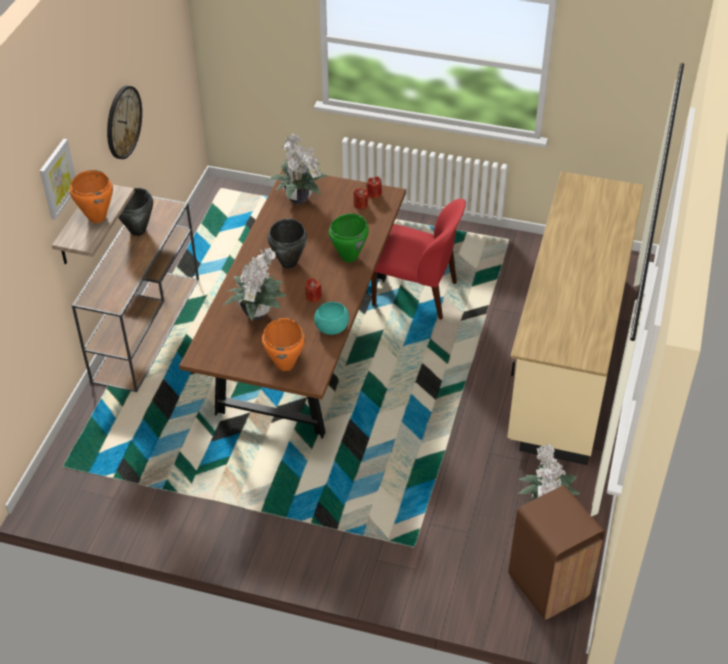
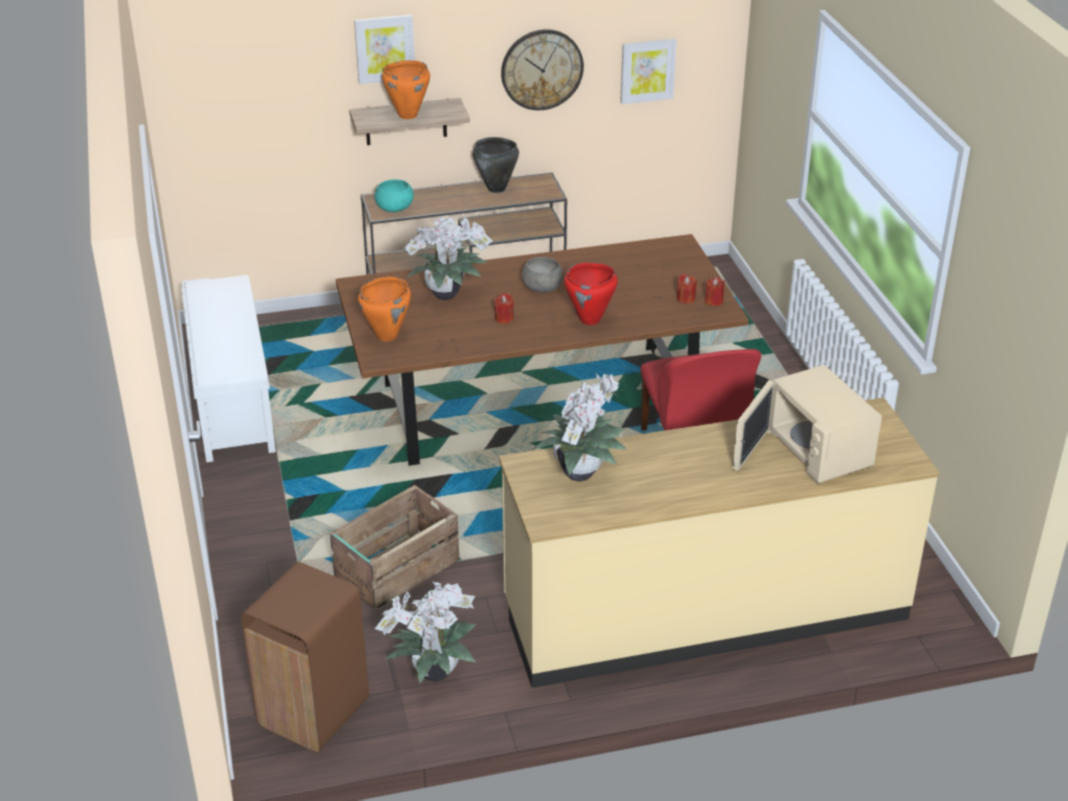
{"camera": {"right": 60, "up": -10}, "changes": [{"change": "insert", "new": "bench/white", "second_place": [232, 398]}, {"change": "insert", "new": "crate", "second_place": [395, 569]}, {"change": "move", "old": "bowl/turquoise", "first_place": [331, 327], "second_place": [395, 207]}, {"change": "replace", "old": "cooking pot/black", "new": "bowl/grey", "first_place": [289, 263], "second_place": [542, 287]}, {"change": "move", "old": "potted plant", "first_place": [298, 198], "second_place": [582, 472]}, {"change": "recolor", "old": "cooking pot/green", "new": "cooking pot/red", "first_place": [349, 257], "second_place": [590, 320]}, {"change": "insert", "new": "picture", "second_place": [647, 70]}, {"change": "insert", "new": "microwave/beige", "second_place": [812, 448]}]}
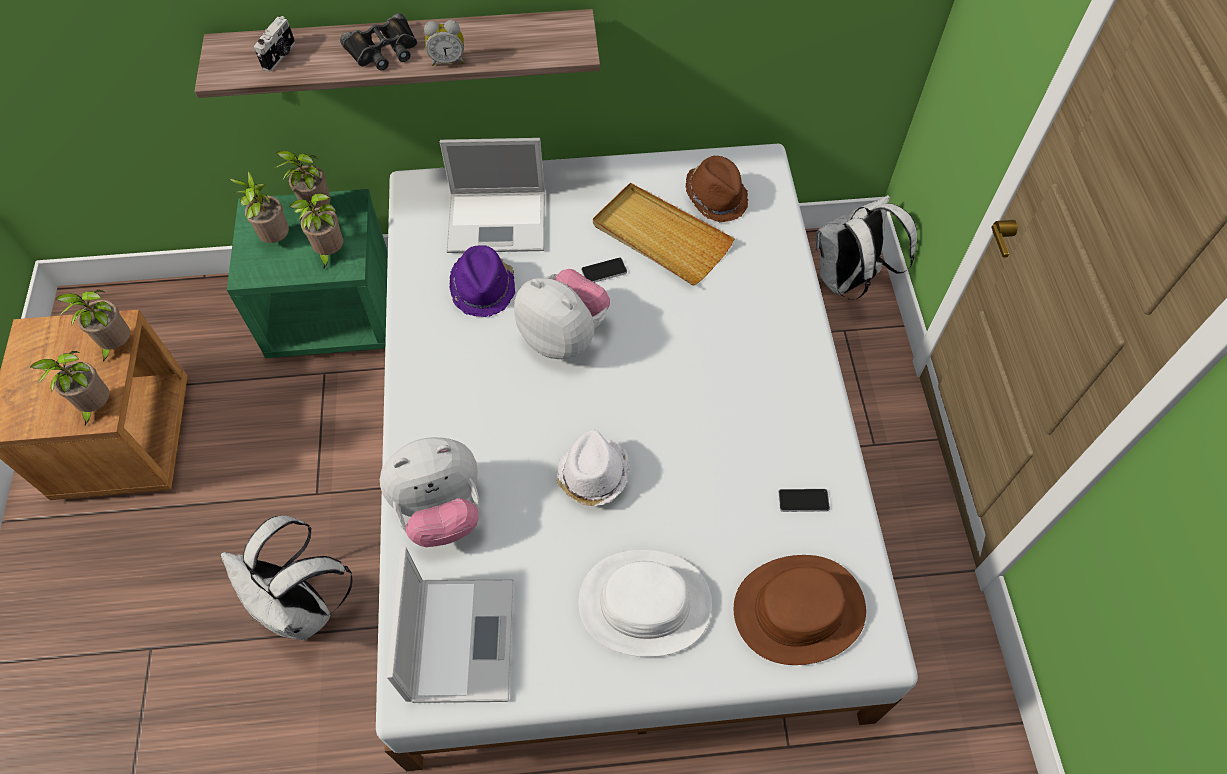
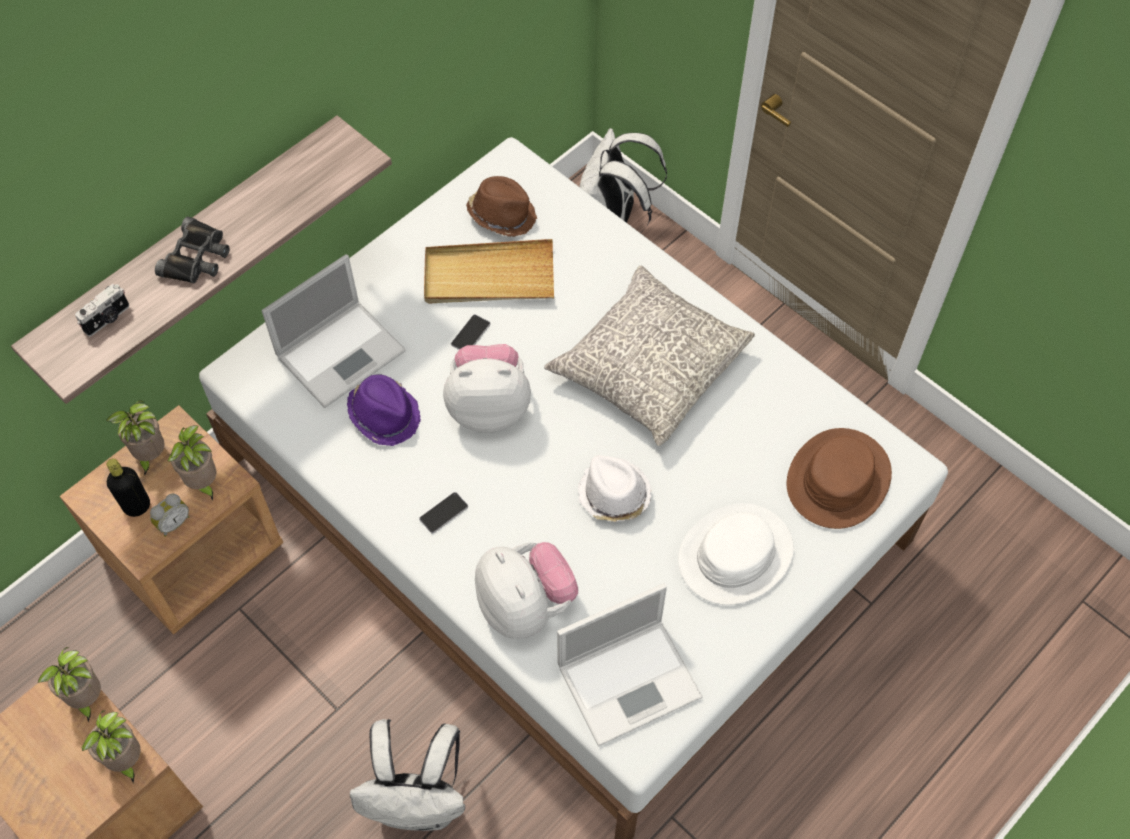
{"camera": {"right": -40, "up": 0}, "changes": [{"change": "recolor", "old": "nightstand/green", "new": "nightstand/brown", "first_place": [333, 313], "second_place": [193, 552]}, {"change": "rotate", "old": "photo camera", "first_place": [280, 55], "second_place": [108, 319], "degrees": 60}, {"change": "replace", "old": "potted plant", "new": "bottle/black", "first_place": [275, 239], "second_place": [137, 506]}, {"change": "move", "old": "alarm clock", "first_place": [448, 60], "second_place": [173, 523]}, {"change": "move", "old": "phone", "first_place": [803, 501], "second_place": [444, 513]}, {"change": "rotate", "old": "plush toy", "first_place": [440, 510], "second_place": [525, 606], "degrees": -60}, {"change": "insert", "new": "pillow/grey", "second_place": [649, 366]}, {"change": "rotate", "old": "laptop", "first_place": [461, 637], "second_place": [631, 679], "degrees": 105}]}
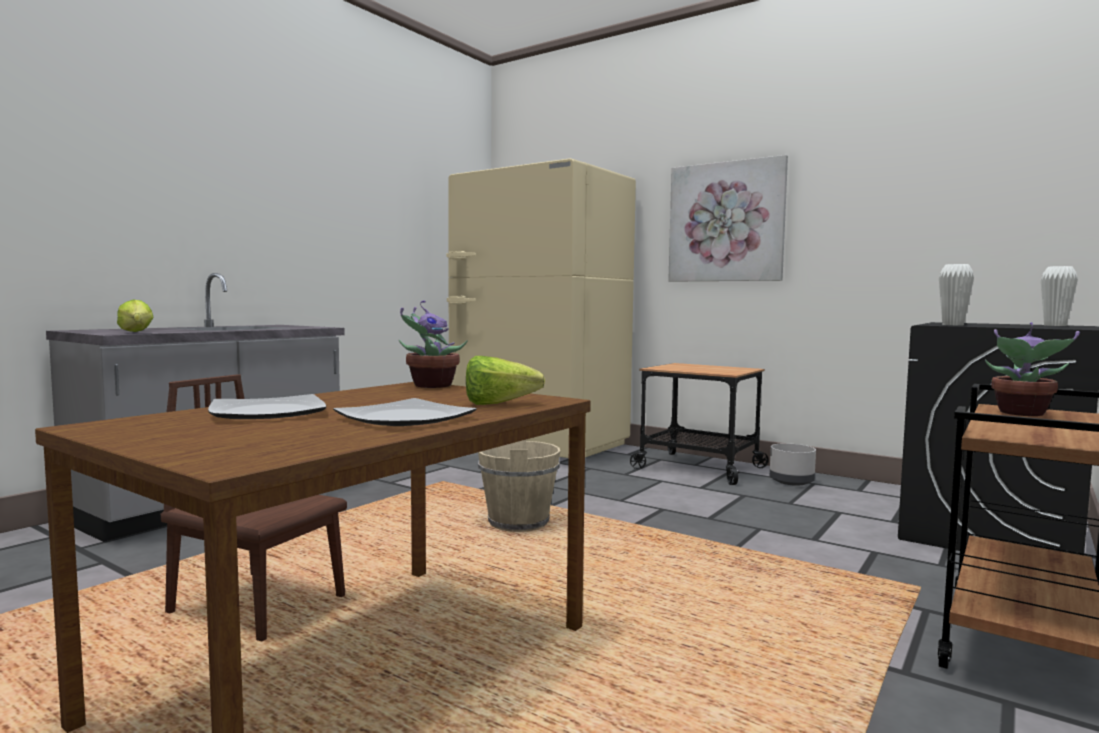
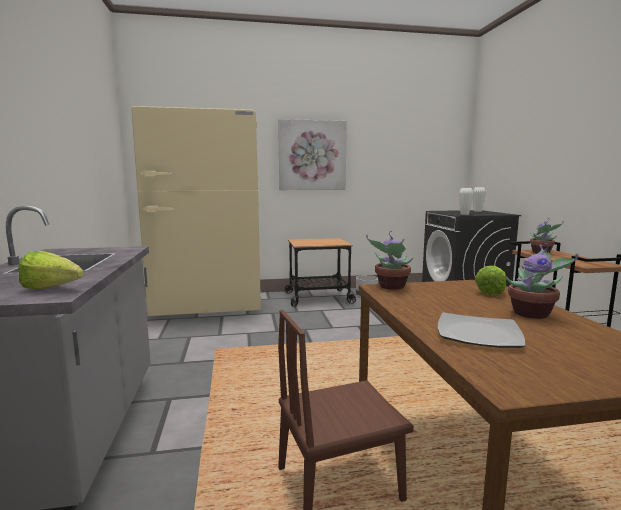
{"camera": {"right": -45, "up": 5}, "changes": [{"change": "replace", "old": "plate", "new": "potted plant", "first_place": [405, 418], "second_place": [533, 314]}, {"change": "delete", "old": "bucket/beige", "first_place": [519, 523]}]}
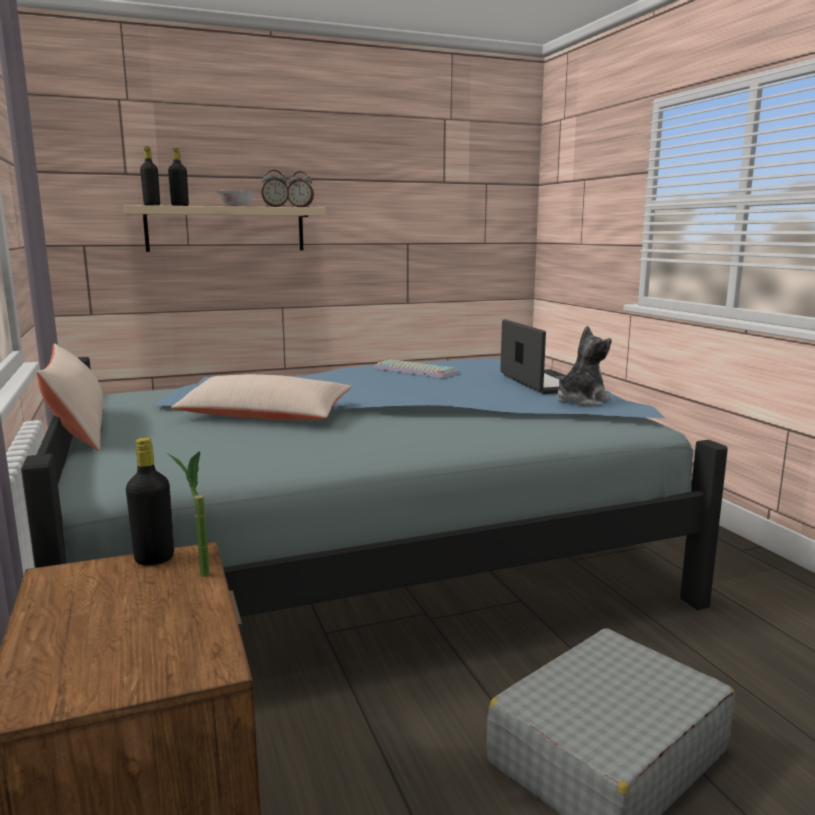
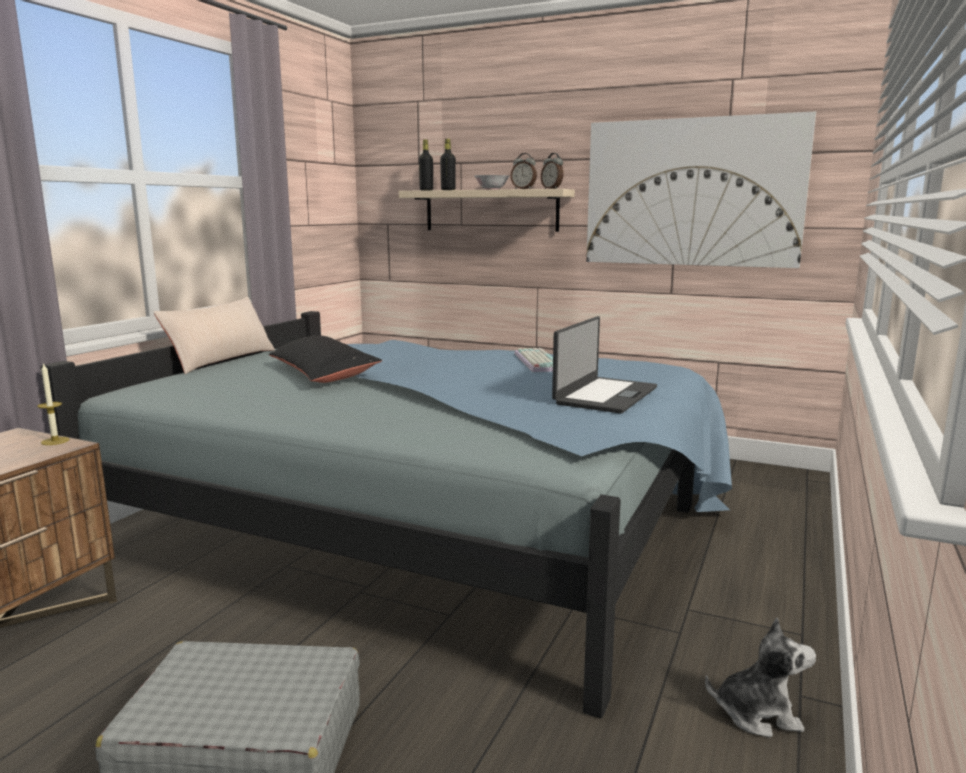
{"camera": {"right": 45, "up": 0}, "changes": [{"change": "replace", "old": "bottle/black", "new": "candle", "first_place": [154, 559], "second_place": [55, 441]}, {"change": "recolor", "old": "pillow/beige", "new": "pillow/black", "first_place": [264, 416], "second_place": [323, 374]}, {"change": "insert", "new": "picture", "second_place": [692, 193]}, {"change": "move", "old": "plush toy", "first_place": [581, 401], "second_place": [757, 714]}, {"change": "delete", "old": "potted plant", "first_place": [197, 572]}]}
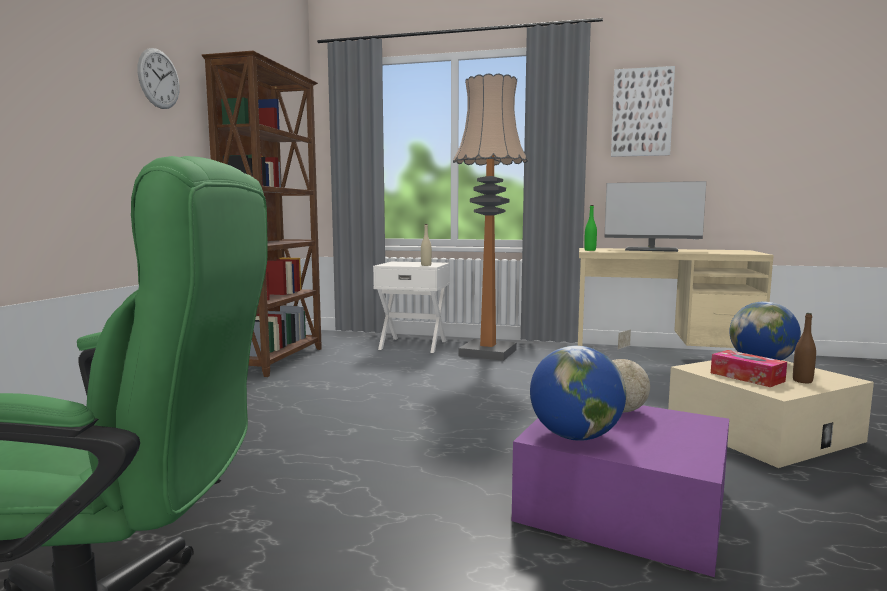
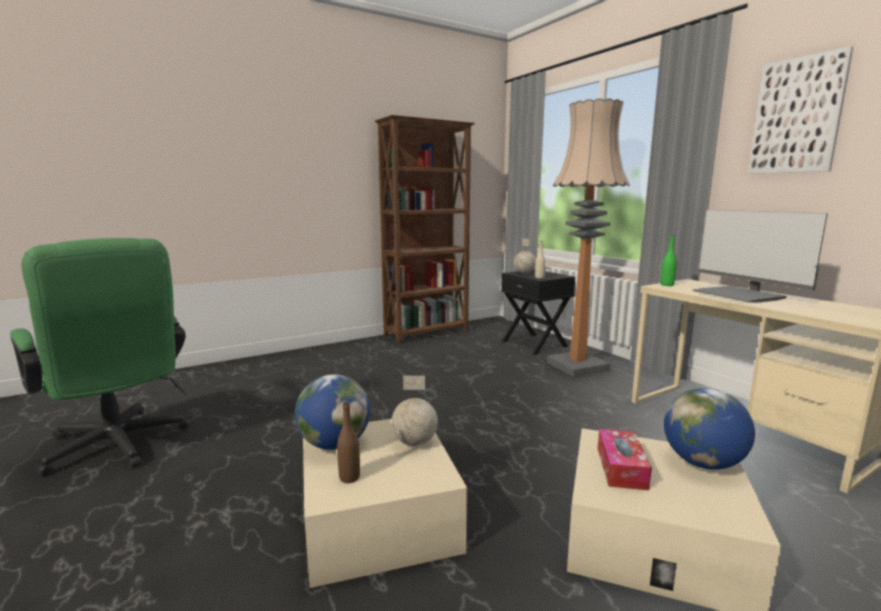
{"camera": {"right": 45, "up": 5}, "changes": [{"change": "recolor", "old": "storage box/purple", "new": "storage box/beige", "first_place": [623, 505], "second_place": [378, 515]}, {"change": "move", "old": "bottle/brown", "first_place": [802, 381], "second_place": [349, 478]}, {"change": "recolor", "old": "nightstand/white", "new": "nightstand/black", "first_place": [413, 345], "second_place": [535, 344]}, {"change": "insert", "new": "globe", "second_place": [524, 273]}, {"change": "delete", "old": "wall clock", "first_place": [159, 79]}]}
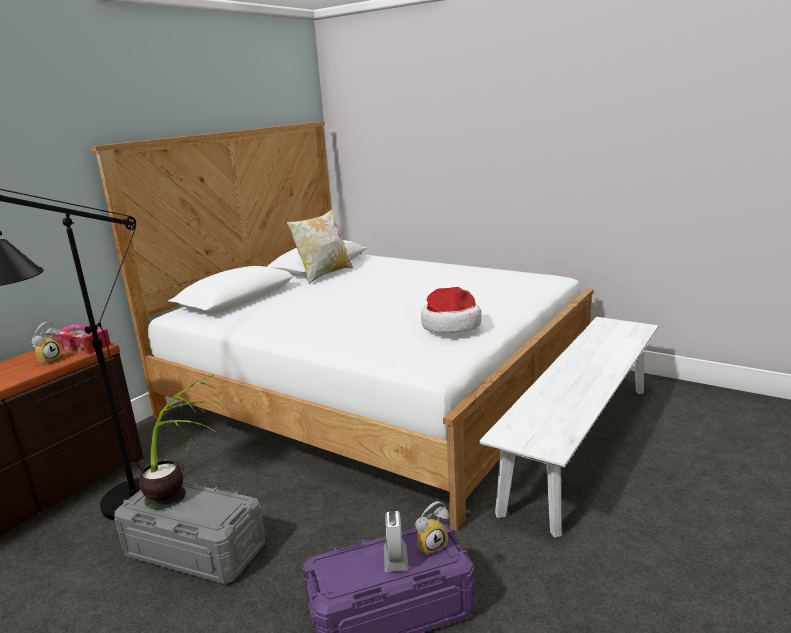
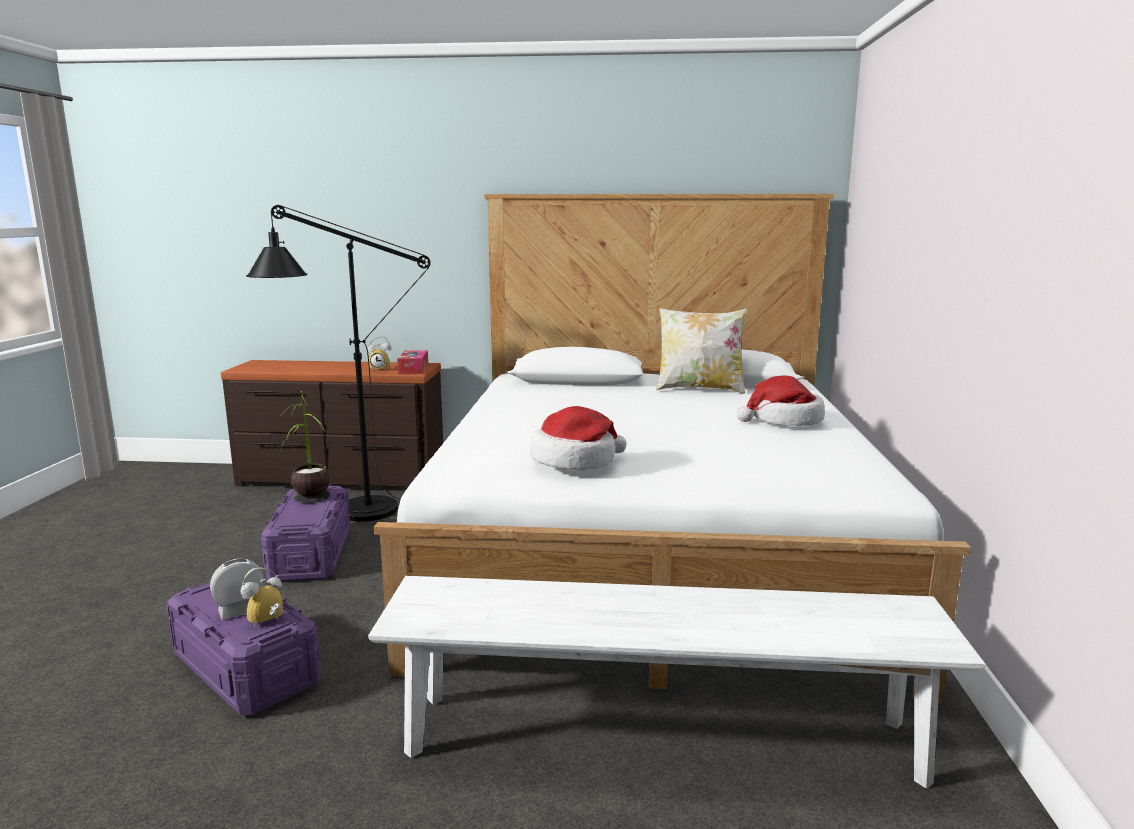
{"camera": {"right": 60, "up": -5}, "changes": [{"change": "rotate", "old": "alarm clock", "first_place": [430, 544], "second_place": [267, 623], "degrees": 105}, {"change": "recolor", "old": "storage box/grey", "new": "storage box/purple", "first_place": [195, 549], "second_place": [311, 554]}, {"change": "insert", "new": "hat", "second_place": [784, 420]}]}
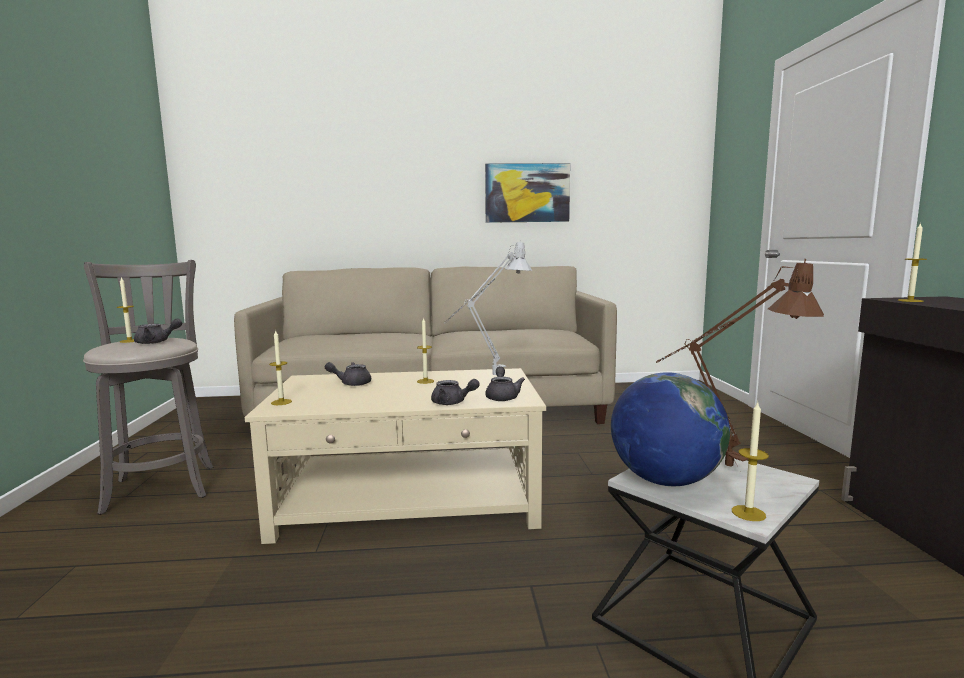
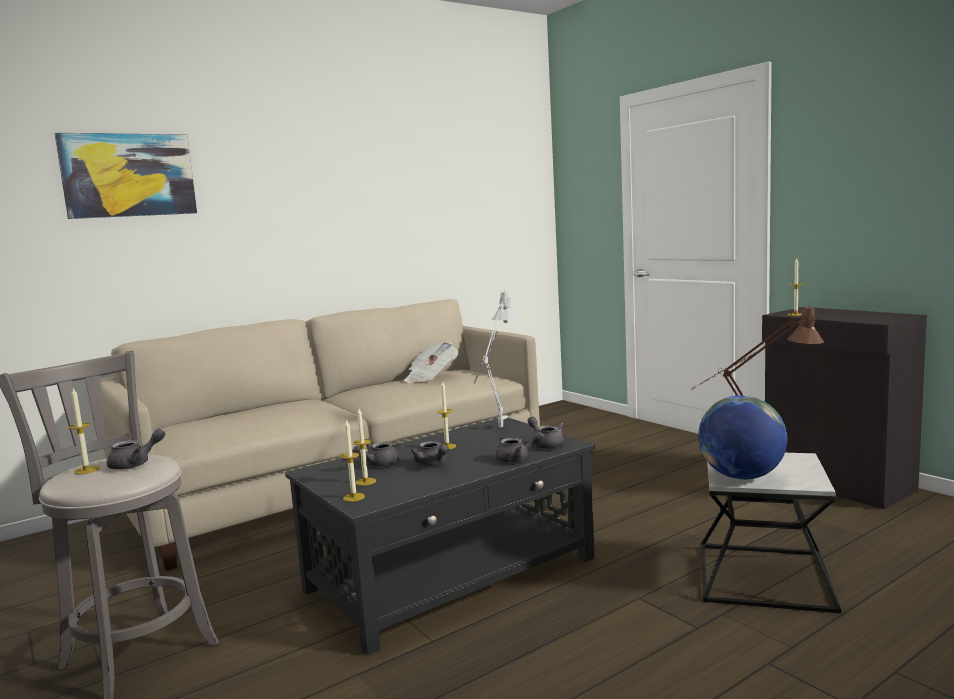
{"camera": {"right": -30, "up": 0}, "changes": [{"change": "move", "old": "picture", "first_place": [527, 193], "second_place": [128, 175]}, {"change": "recolor", "old": "coffee table/beige", "new": "coffee table/black", "first_place": [409, 500], "second_place": [452, 573]}, {"change": "move", "old": "candle", "first_place": [748, 513], "second_place": [365, 482]}, {"change": "insert", "new": "newspaper", "second_place": [431, 377]}, {"change": "insert", "new": "teapot/grey", "second_place": [433, 464]}]}
